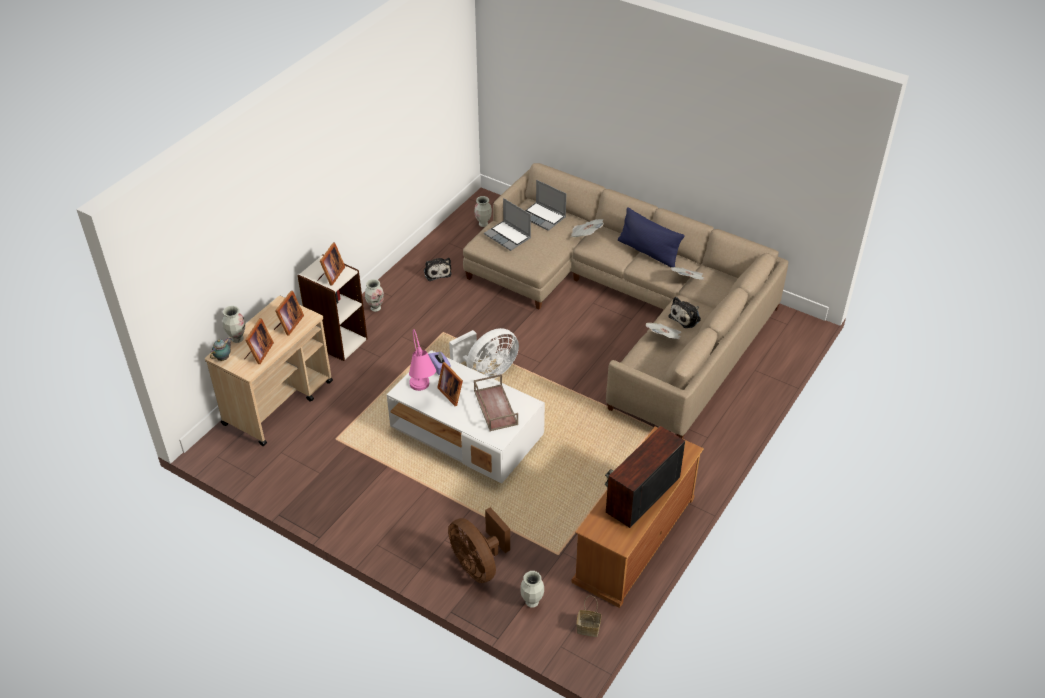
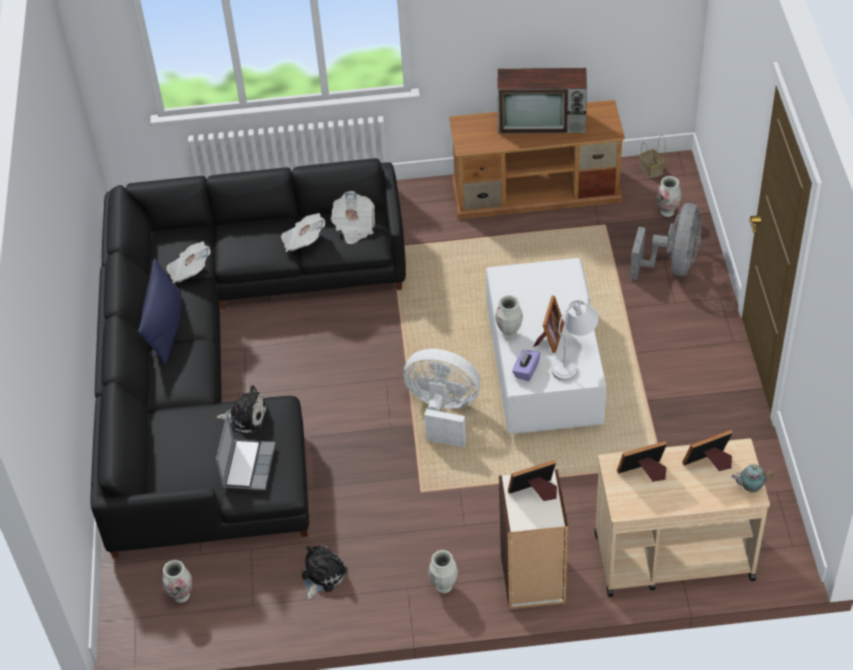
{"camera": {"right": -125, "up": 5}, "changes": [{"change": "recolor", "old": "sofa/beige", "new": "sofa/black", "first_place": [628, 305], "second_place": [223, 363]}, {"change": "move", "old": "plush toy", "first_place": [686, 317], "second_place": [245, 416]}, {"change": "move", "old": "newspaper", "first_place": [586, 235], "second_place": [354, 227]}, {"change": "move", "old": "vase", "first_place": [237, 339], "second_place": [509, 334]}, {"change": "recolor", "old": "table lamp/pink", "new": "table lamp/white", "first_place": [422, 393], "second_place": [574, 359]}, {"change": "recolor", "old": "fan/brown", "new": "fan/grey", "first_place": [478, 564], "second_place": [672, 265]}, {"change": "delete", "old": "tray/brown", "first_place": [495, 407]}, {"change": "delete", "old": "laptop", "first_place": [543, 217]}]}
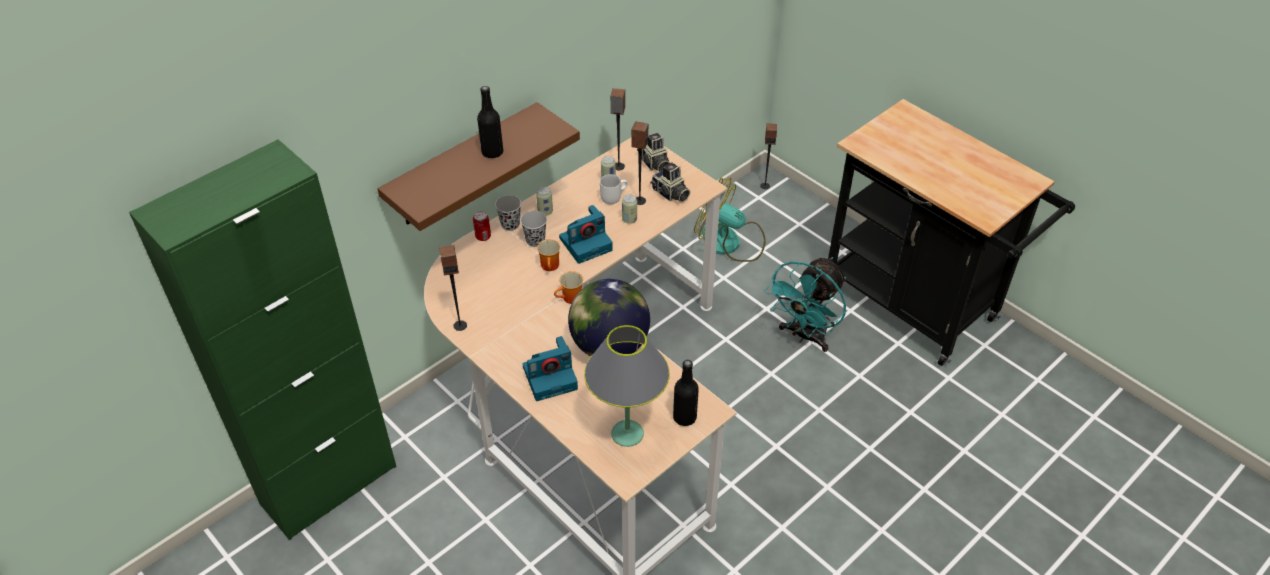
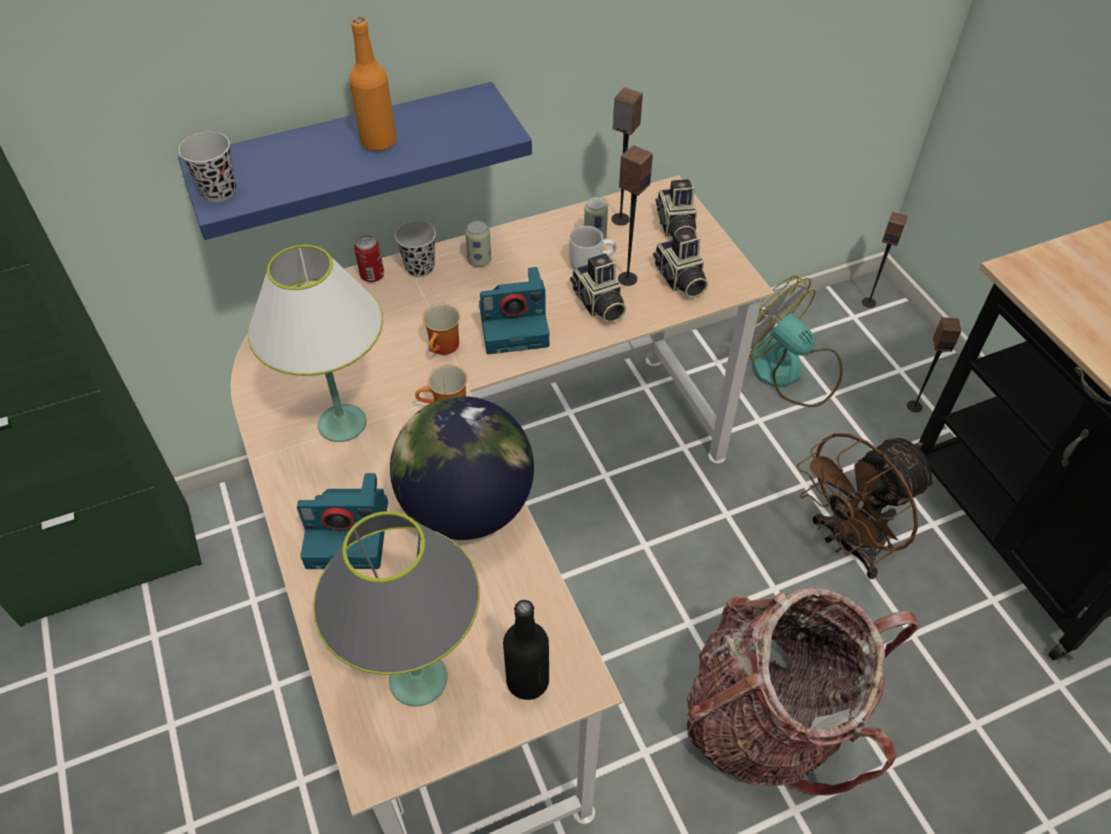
{"camera": {"right": 20, "up": 5}, "changes": [{"change": "recolor", "old": "shelf/brown", "new": "shelf/blue", "first_place": [463, 166], "second_place": [349, 158]}, {"change": "move", "old": "cup/black", "first_place": [535, 240], "second_place": [219, 191]}, {"change": "insert", "new": "table lamp/white", "second_place": [343, 423]}, {"change": "recolor", "old": "bottle/black", "new": "bottle/orange", "first_place": [492, 152], "second_place": [378, 142]}, {"change": "replace", "old": "can", "new": "photo camera", "first_place": [629, 219], "second_place": [598, 304]}, {"change": "insert", "new": "backpack", "second_place": [770, 719]}, {"change": "recolor", "old": "fan/turquoise", "new": "fan/brown", "first_place": [805, 336], "second_place": [847, 544]}, {"change": "move", "old": "speaker", "first_place": [460, 325], "second_place": [914, 406]}]}
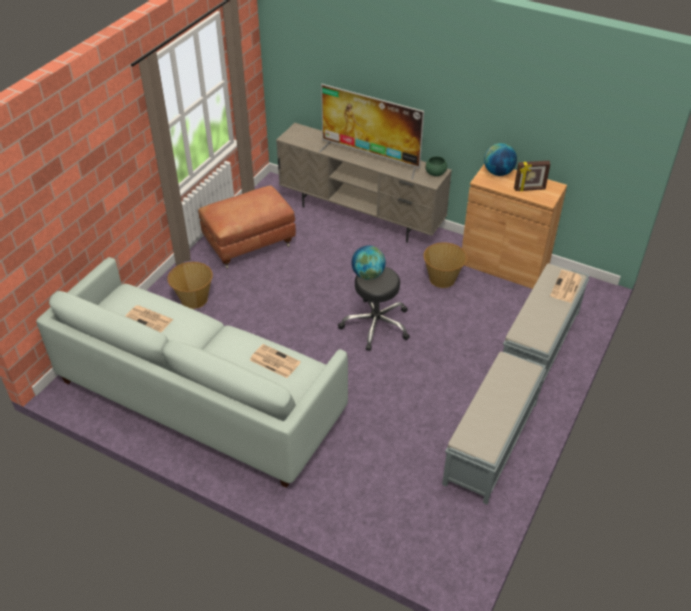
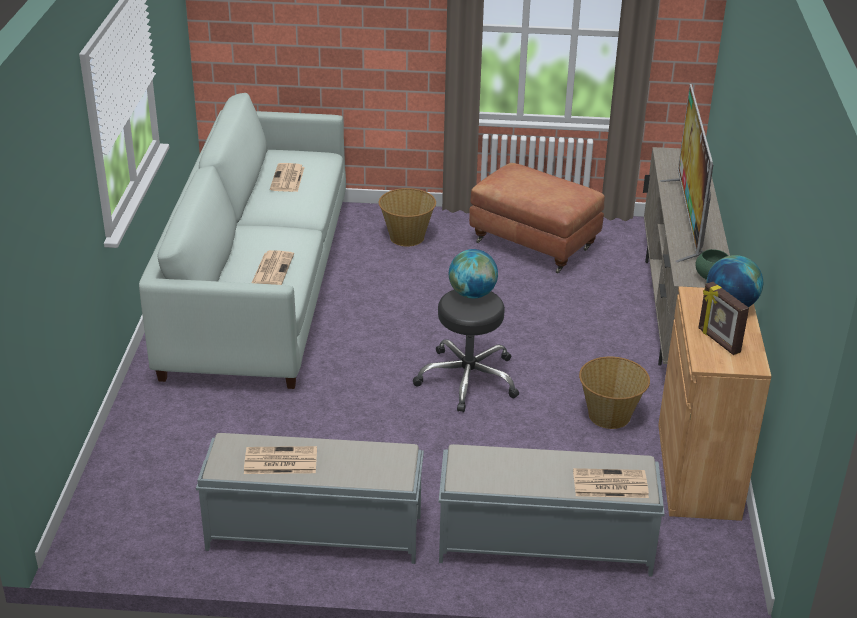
{"camera": {"right": 65, "up": -10}, "changes": [{"change": "insert", "new": "newspaper", "second_place": [279, 461]}]}
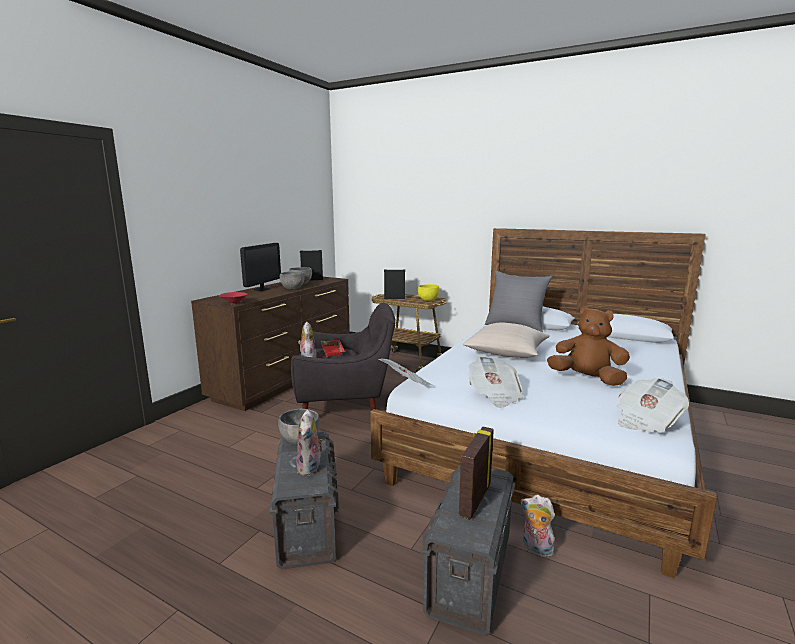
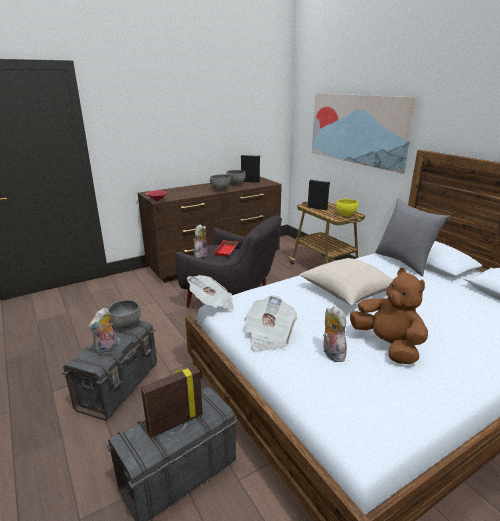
{"camera": {"right": 30, "up": 10}, "changes": [{"change": "insert", "new": "picture", "second_place": [357, 129]}, {"change": "move", "old": "plush toy", "first_place": [535, 549], "second_place": [331, 353]}, {"change": "delete", "old": "monitor", "first_place": [262, 289]}, {"change": "delete", "old": "newspaper", "first_place": [646, 421]}]}
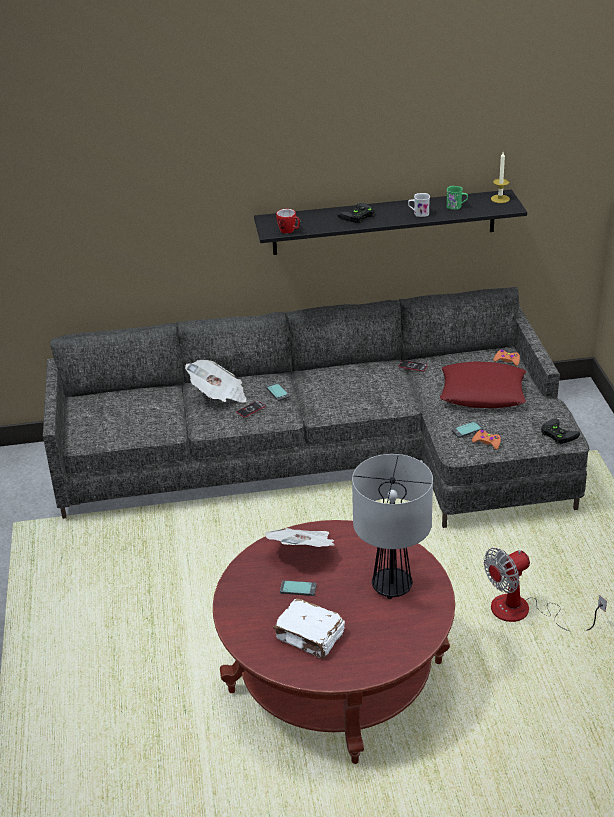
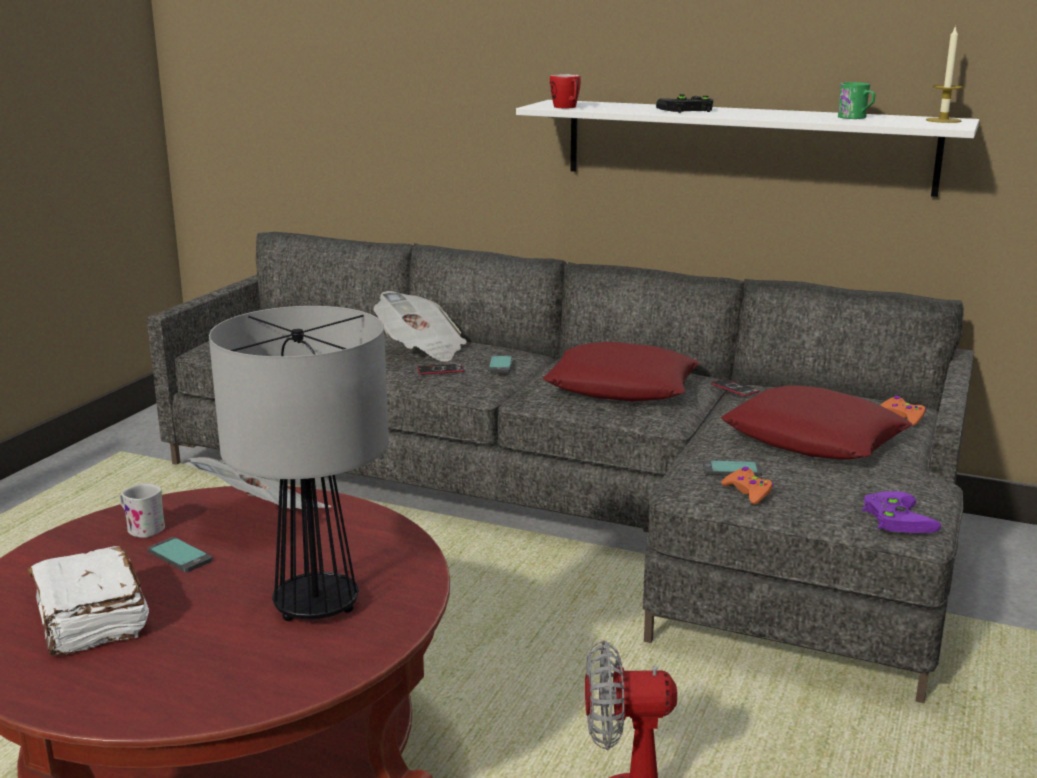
{"camera": {"right": 30, "up": -15}, "changes": [{"change": "move", "old": "mug/white", "first_place": [418, 214], "second_place": [141, 528]}, {"change": "recolor", "old": "shelf/black", "new": "shelf/white", "first_place": [384, 222], "second_place": [746, 146]}, {"change": "insert", "new": "pillow/red", "second_place": [622, 386]}, {"change": "recolor", "old": "game controller/black", "new": "game controller/purple", "first_place": [557, 434], "second_place": [894, 517]}]}
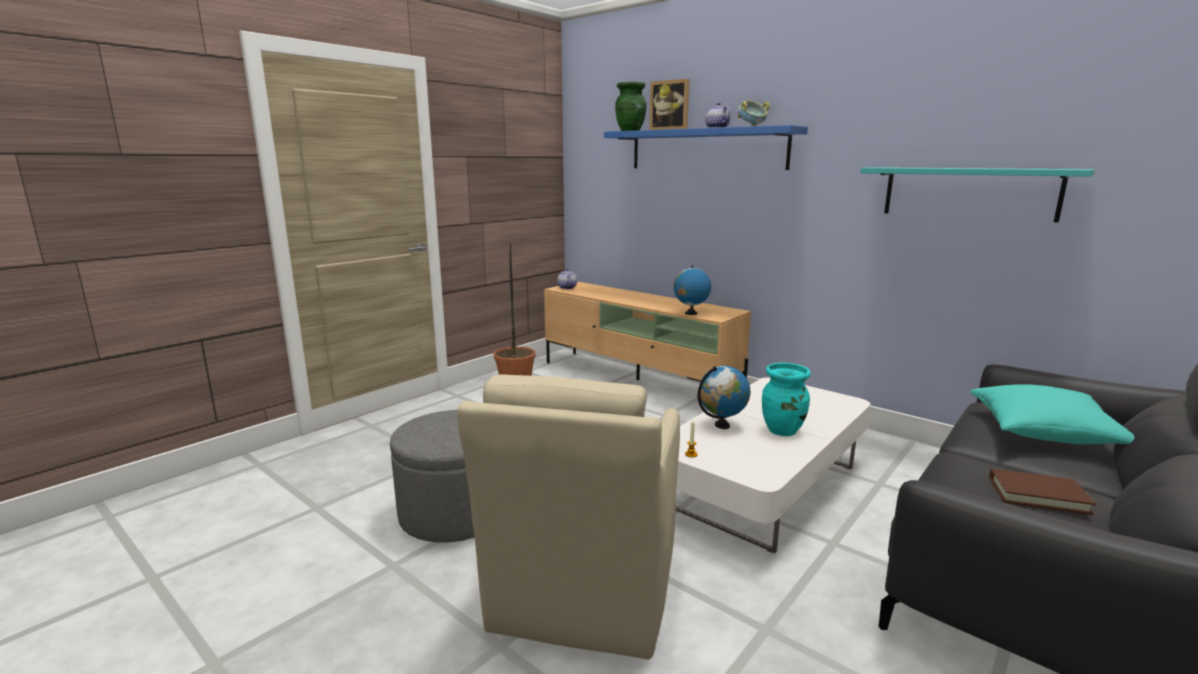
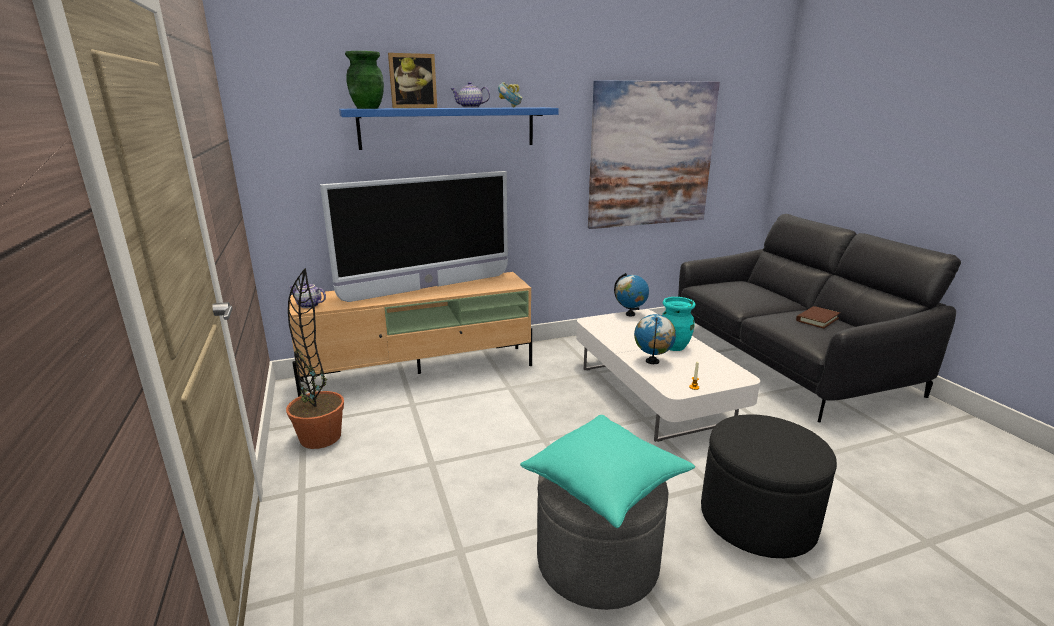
{"camera": {"right": -60, "up": 5}, "changes": [{"change": "insert", "new": "television", "second_place": [428, 288]}, {"change": "move", "old": "pillow/turquoise", "first_place": [1043, 432], "second_place": [606, 483]}, {"change": "replace", "old": "shelf/turquoise", "new": "picture", "first_place": [969, 193], "second_place": [651, 155]}, {"change": "move", "old": "globe", "first_place": [690, 313], "second_place": [630, 314]}, {"change": "replace", "old": "armchair/beige", "new": "ottoman/black", "first_place": [582, 593], "second_place": [757, 519]}]}
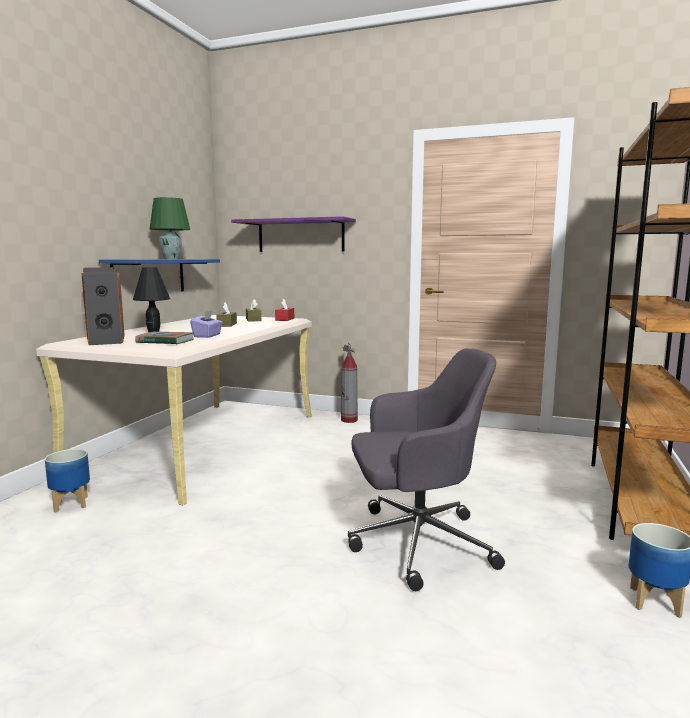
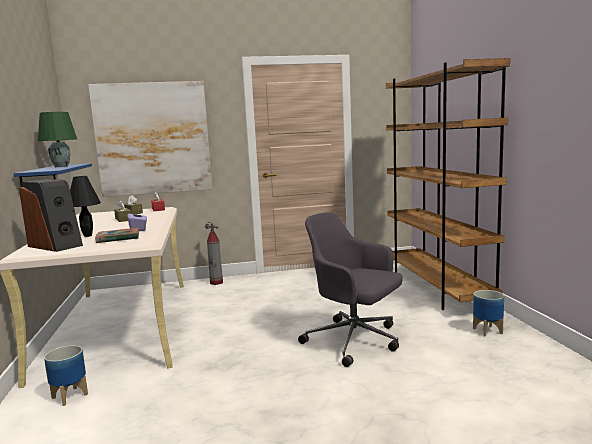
{"camera": {"right": -30, "up": 0}, "changes": [{"change": "replace", "old": "shelf/purple", "new": "picture", "first_place": [300, 236], "second_place": [153, 138]}, {"change": "rotate", "old": "office chair/grey", "first_place": [416, 543], "second_place": [355, 341], "degrees": -105}]}
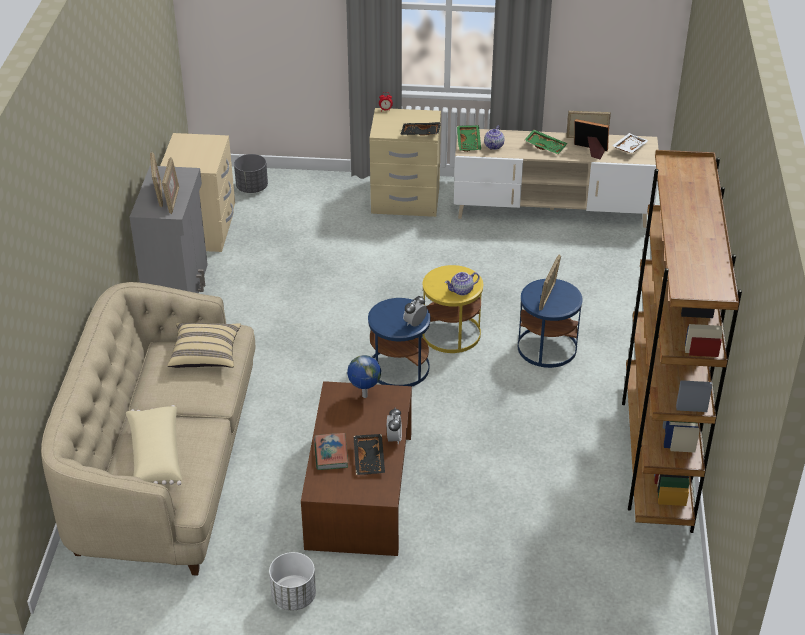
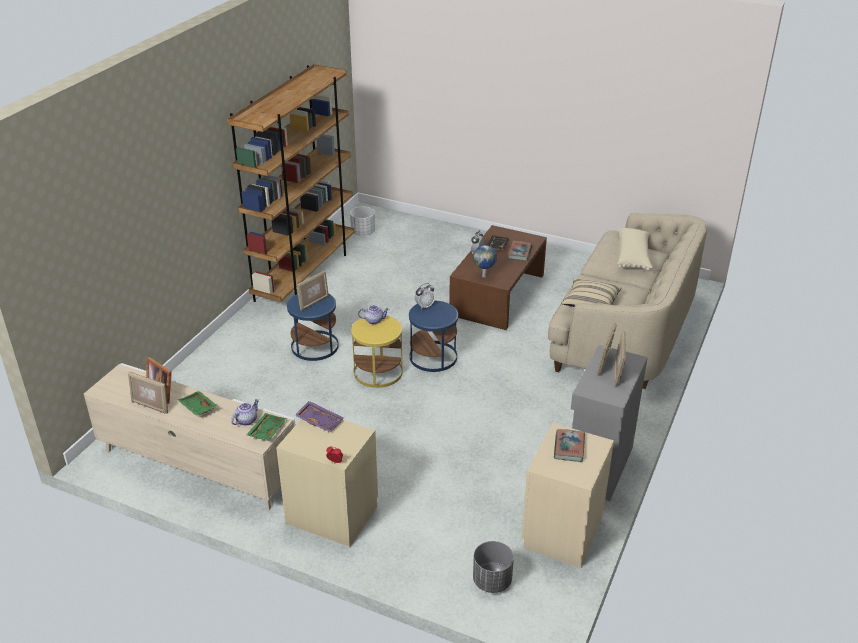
{"camera": {"right": -160, "up": -5}, "changes": [{"change": "recolor", "old": "tray/black", "new": "tray/purple", "first_place": [420, 134], "second_place": [320, 421]}, {"change": "move", "old": "planter/white", "first_place": [294, 597], "second_place": [363, 232]}, {"change": "insert", "new": "book", "second_place": [569, 447]}, {"change": "delete", "old": "tray/white", "first_place": [629, 147]}]}
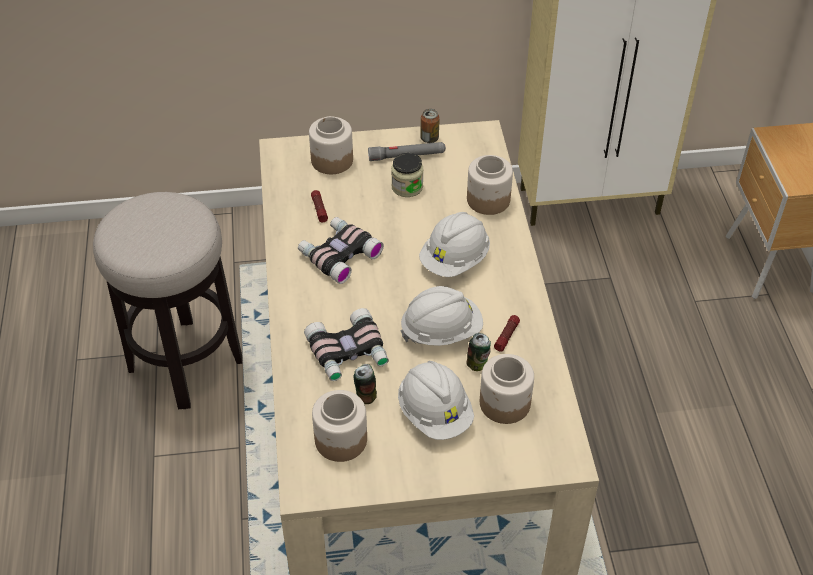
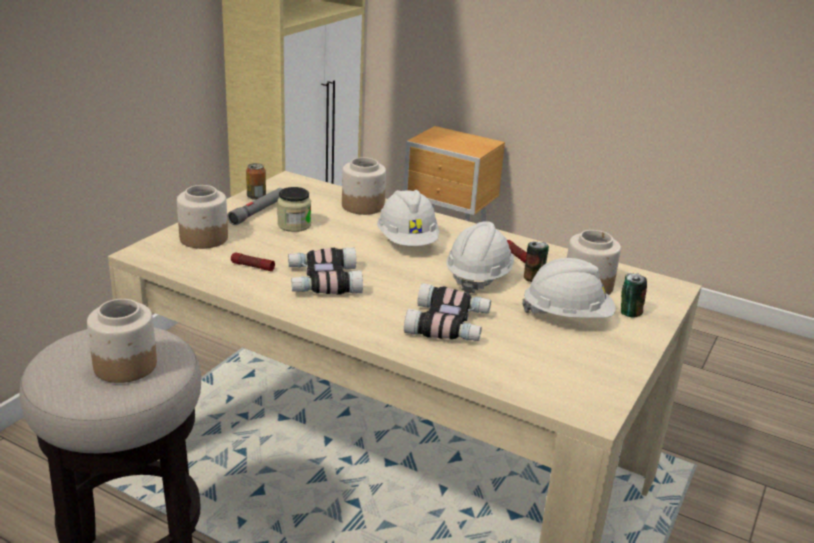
{"camera": {"right": -55, "up": -20}, "changes": [{"change": "move", "old": "jar", "first_place": [340, 439], "second_place": [124, 366]}, {"change": "move", "old": "can", "first_place": [365, 396], "second_place": [629, 312]}]}
